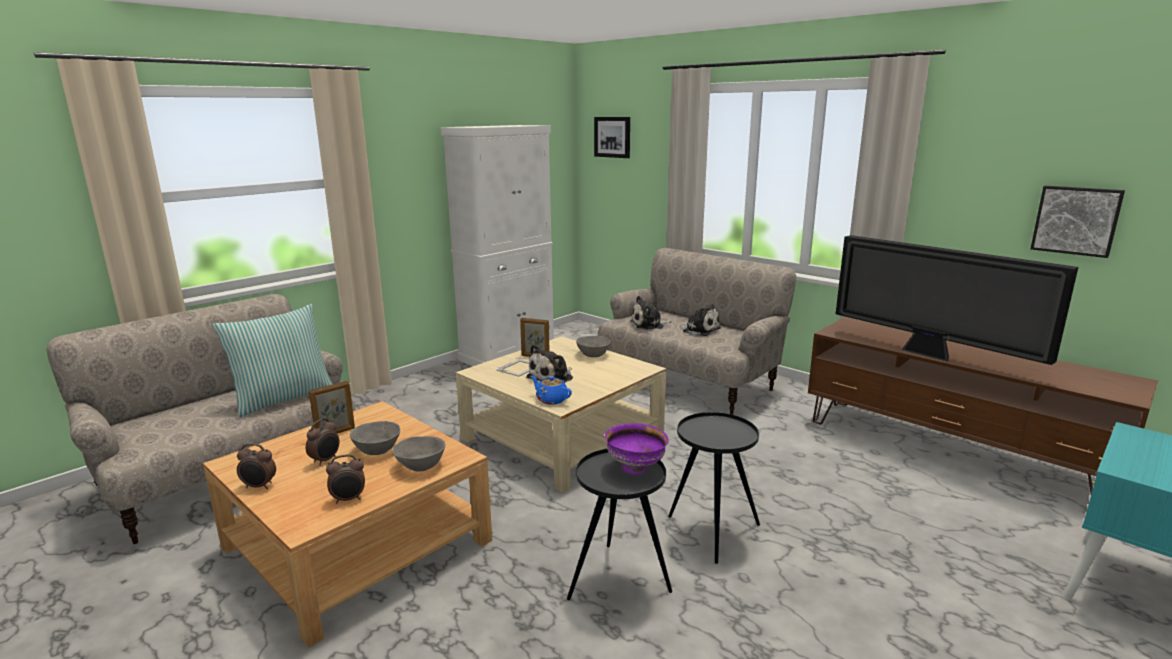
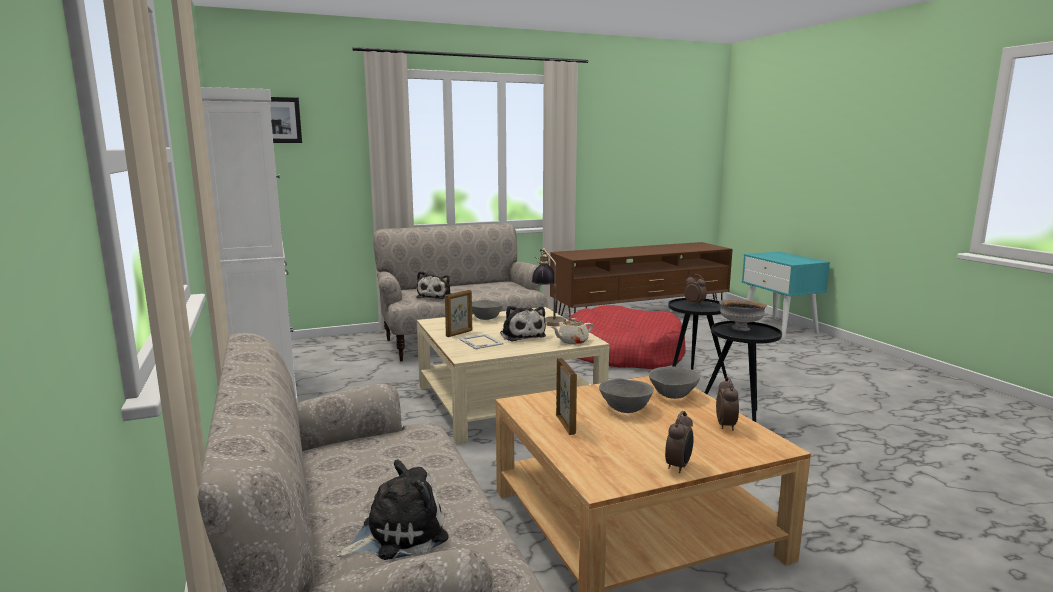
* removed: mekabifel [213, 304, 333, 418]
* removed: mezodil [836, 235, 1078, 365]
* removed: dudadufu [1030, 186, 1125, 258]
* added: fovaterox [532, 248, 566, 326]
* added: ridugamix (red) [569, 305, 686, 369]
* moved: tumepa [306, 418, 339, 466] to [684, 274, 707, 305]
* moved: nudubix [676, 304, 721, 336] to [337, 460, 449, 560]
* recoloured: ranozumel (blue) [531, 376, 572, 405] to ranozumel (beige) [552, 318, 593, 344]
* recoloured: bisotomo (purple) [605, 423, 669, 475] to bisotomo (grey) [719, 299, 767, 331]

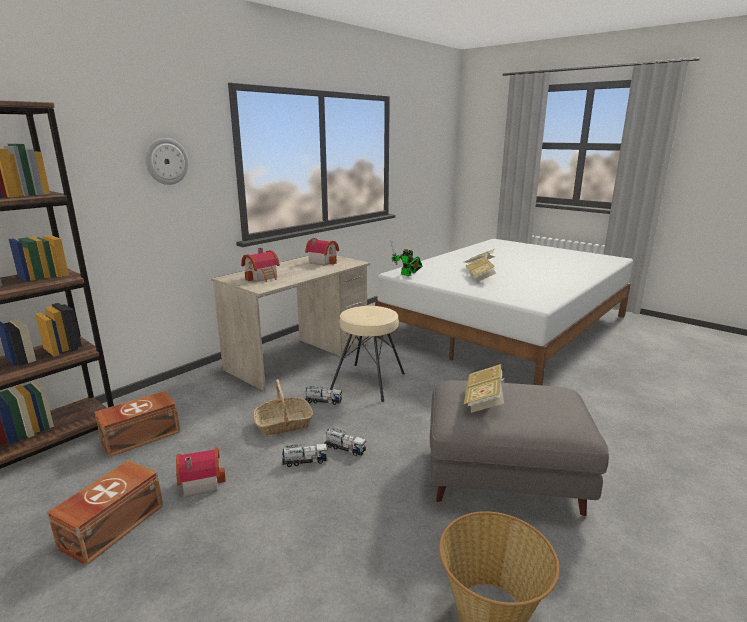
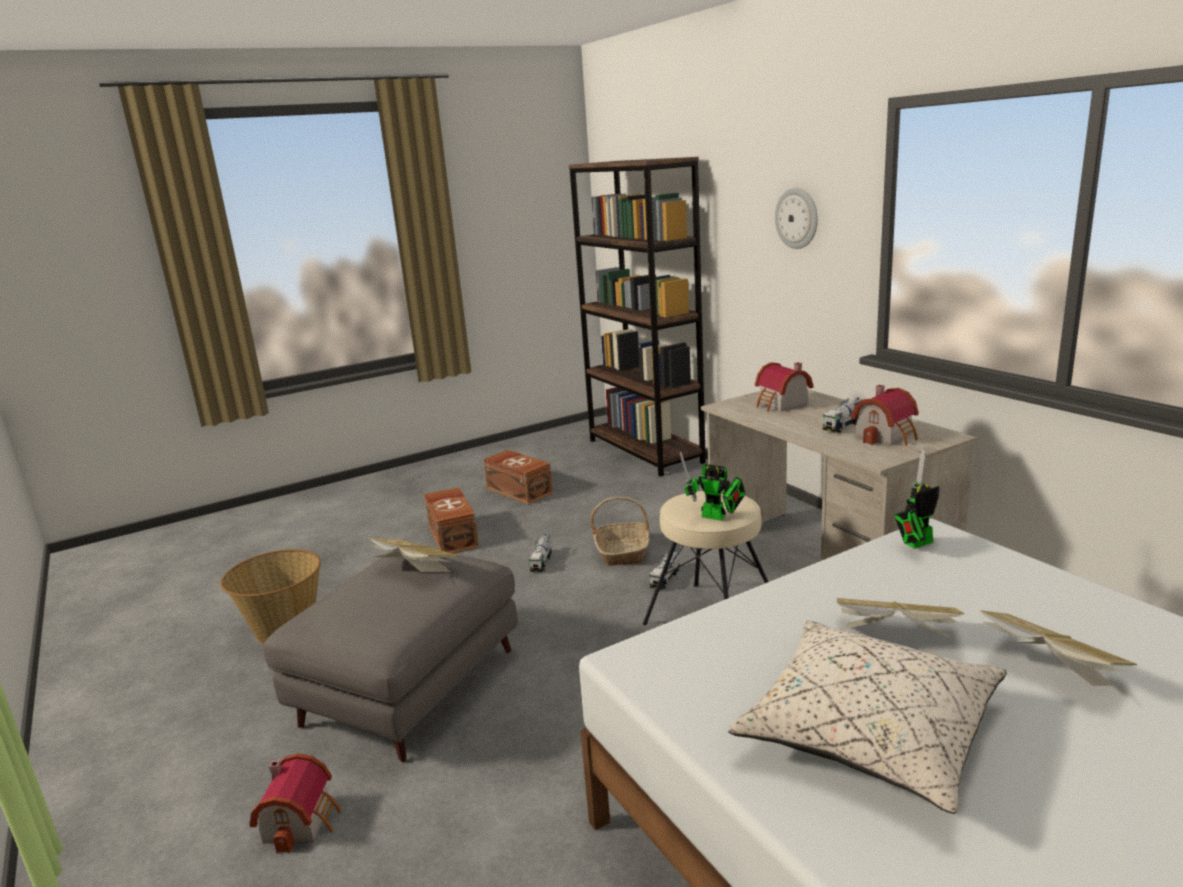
* added: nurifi [680, 452, 746, 521]
* added: mekabifel (beige) [728, 620, 1007, 814]
* moved: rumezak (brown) [95, 391, 180, 457] to [424, 487, 479, 554]
* moved: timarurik [176, 447, 226, 497] to [249, 753, 342, 854]
* moved: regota [324, 427, 366, 456] to [823, 398, 862, 433]

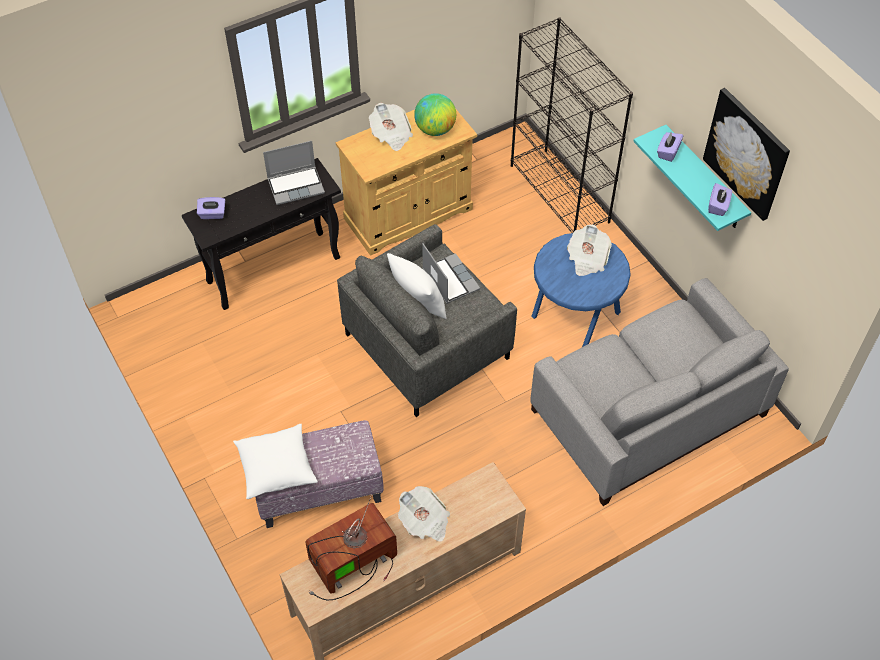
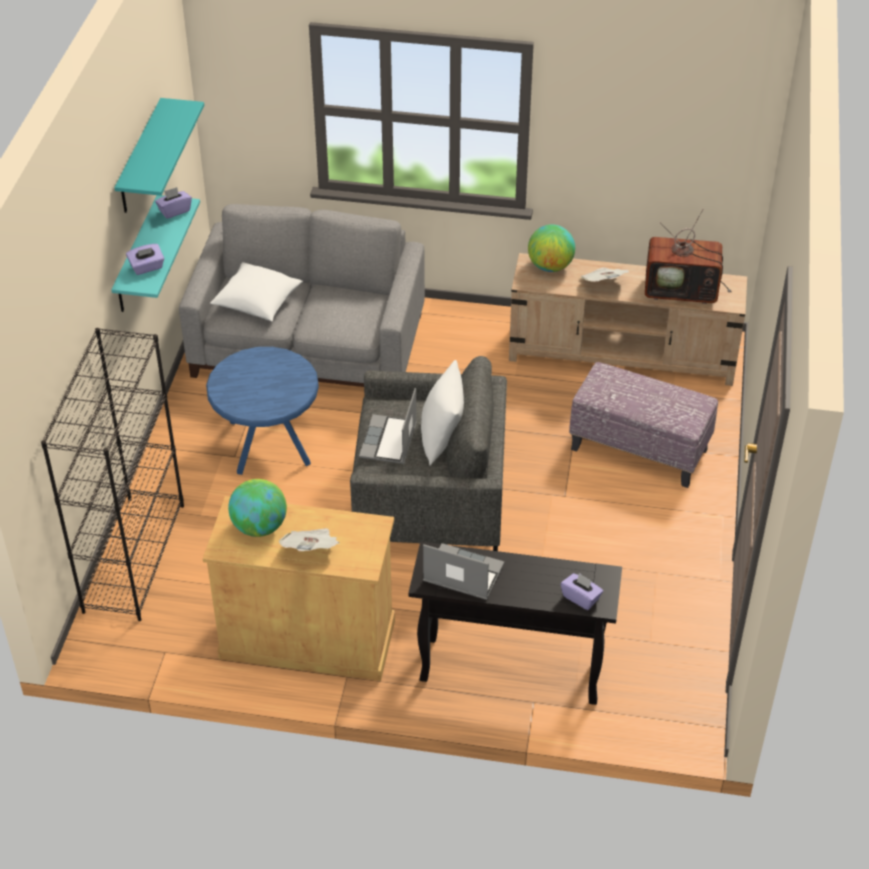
* removed: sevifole [567, 224, 612, 276]
* added: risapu [528, 224, 575, 272]
* moved: mekabifel (white) [233, 424, 318, 499] to [210, 262, 303, 322]
* replaced: dudadufu [703, 88, 790, 221] to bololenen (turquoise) [114, 98, 204, 213]

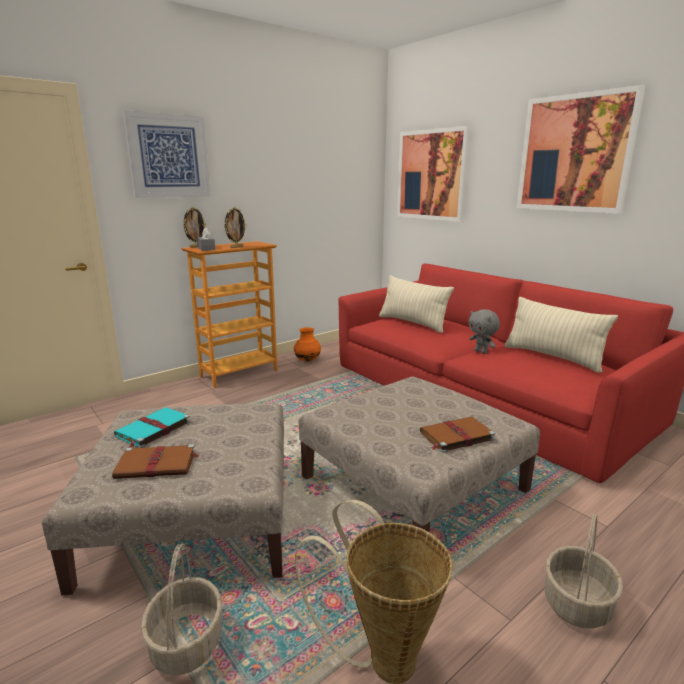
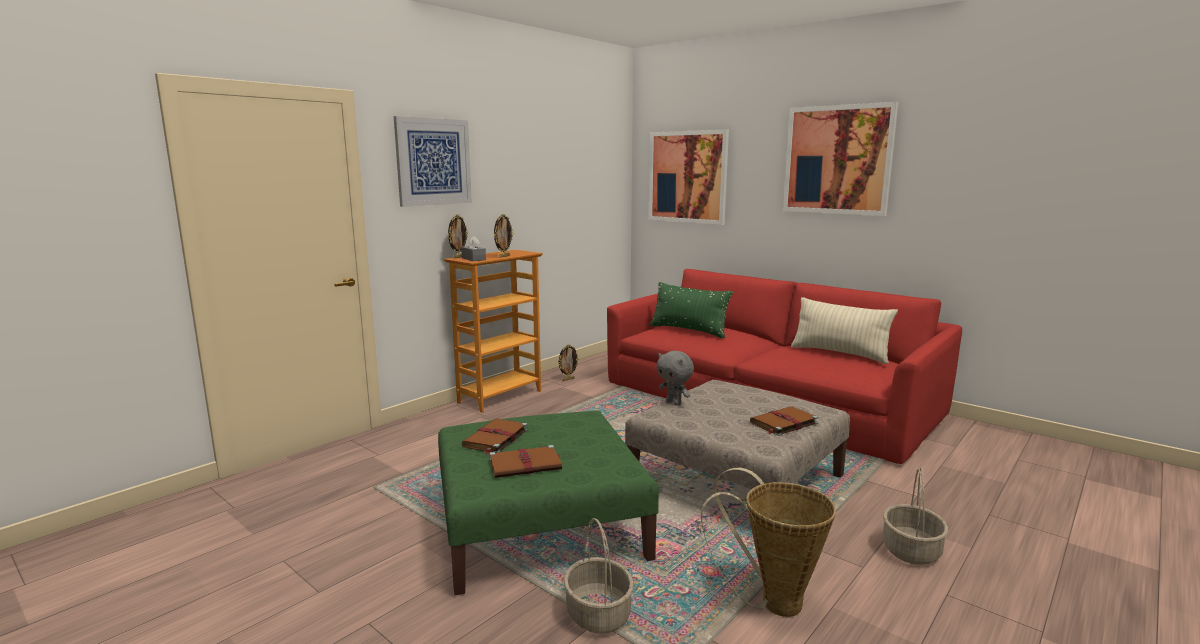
* moved: nudubix (grey) [468, 309, 500, 354] to [656, 351, 694, 406]
* replaced: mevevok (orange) [294, 327, 321, 362] to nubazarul [558, 344, 579, 381]
* recoloured: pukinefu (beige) [42, 403, 284, 595] to pukinefu (green) [438, 410, 659, 595]
* recoloured: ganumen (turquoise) [114, 407, 190, 448] to ganumen (brown) [462, 419, 528, 455]
* recoloured: mekabifel (beige) [379, 275, 454, 333] to mekabifel (green) [650, 282, 733, 338]

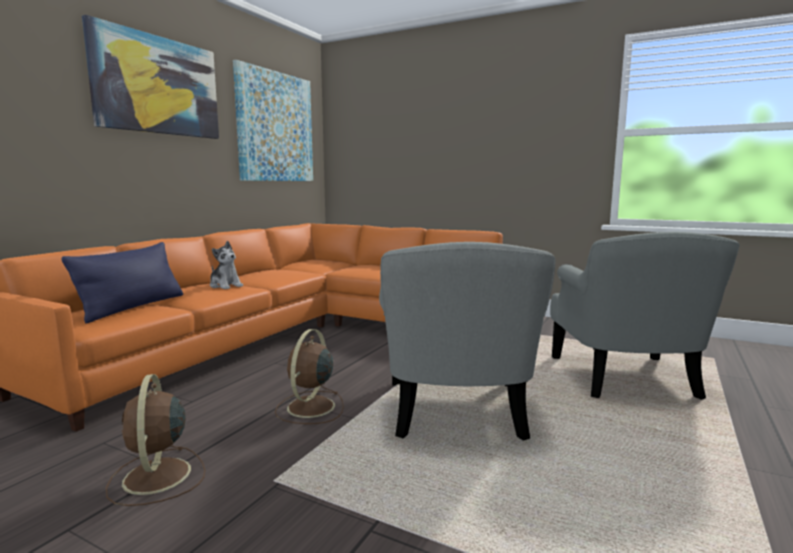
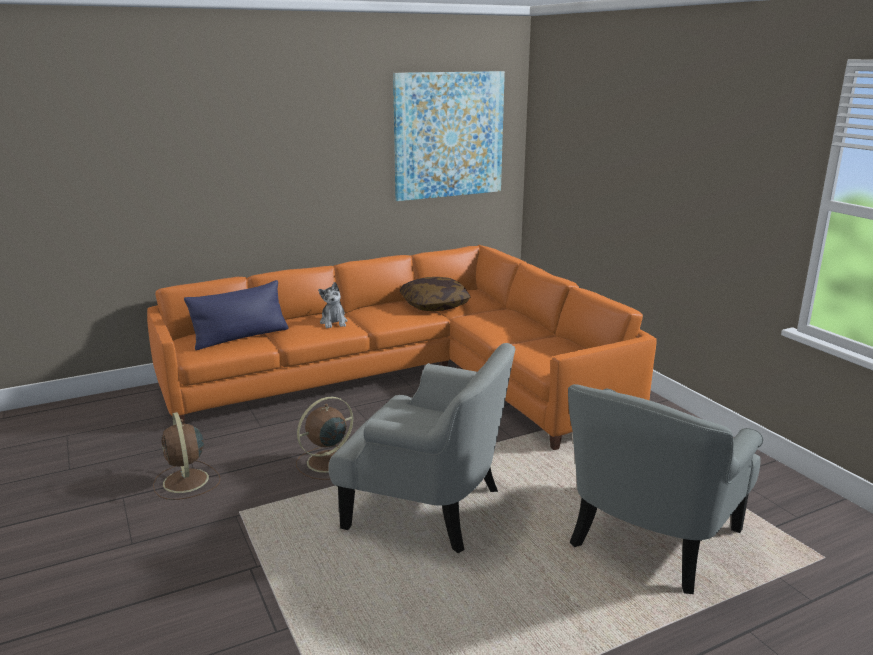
* removed: dudadufu [82, 15, 219, 139]
* added: mekabifel [400, 277, 470, 311]
* turned: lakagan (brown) [106, 374, 205, 506] = [153, 412, 221, 500] 45 degrees counterclockwise
* turned: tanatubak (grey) [379, 242, 556, 441] = [328, 343, 515, 553] 105 degrees counterclockwise

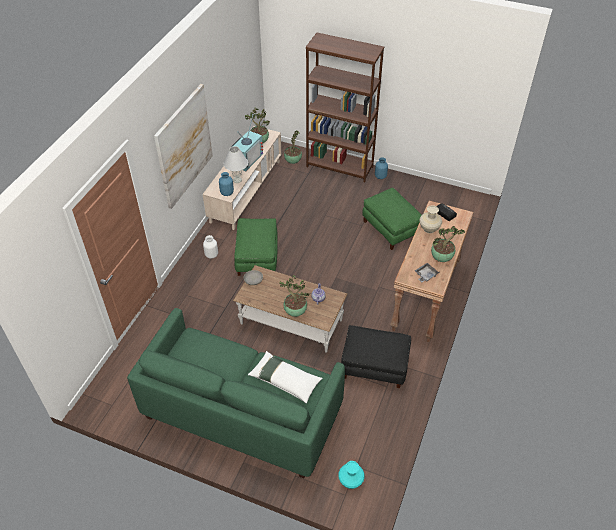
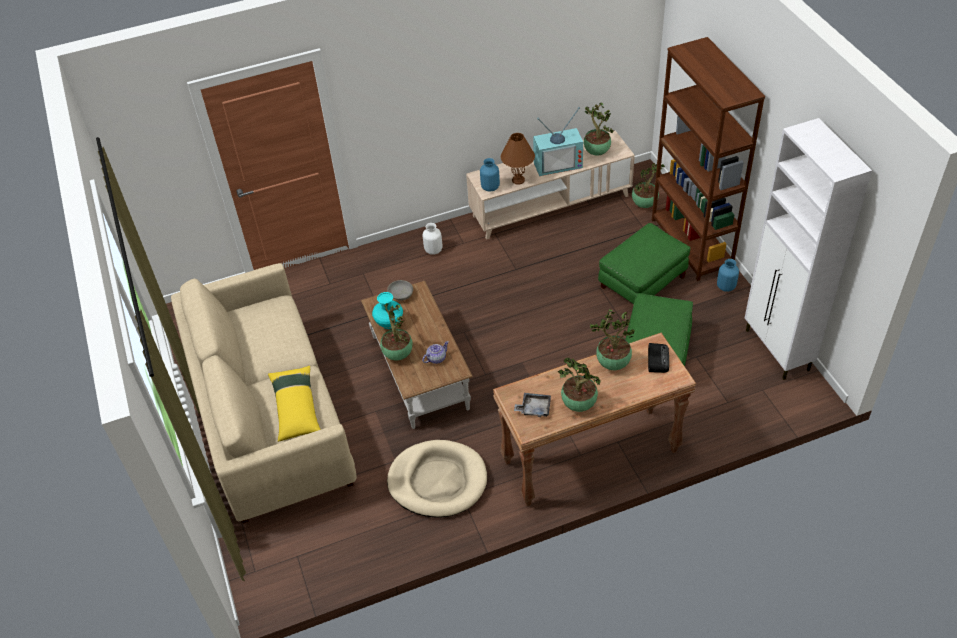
* removed: dudadufu [154, 84, 213, 209]
* added: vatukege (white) [745, 118, 872, 380]
* moved: pukinefu (green) [234, 218, 278, 276] to [598, 223, 691, 304]
* moved: mevevok (turquoise) [338, 461, 365, 489] to [372, 292, 403, 329]
* replaced: pukinefu (black) [341, 325, 411, 388] to ridugamix (beige) [387, 440, 487, 517]
* replaced: mevevok (beige) [419, 205, 442, 233] to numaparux [590, 309, 635, 370]
* recoloured: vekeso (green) [127, 308, 345, 479] to vekeso (beige) [171, 263, 357, 524]
* recoloured: fovaterox (white) [224, 146, 248, 183] to fovaterox (brown) [501, 133, 535, 185]
* recoloured: mekabifel (white) [248, 351, 323, 404] to mekabifel (yellow) [268, 366, 321, 442]

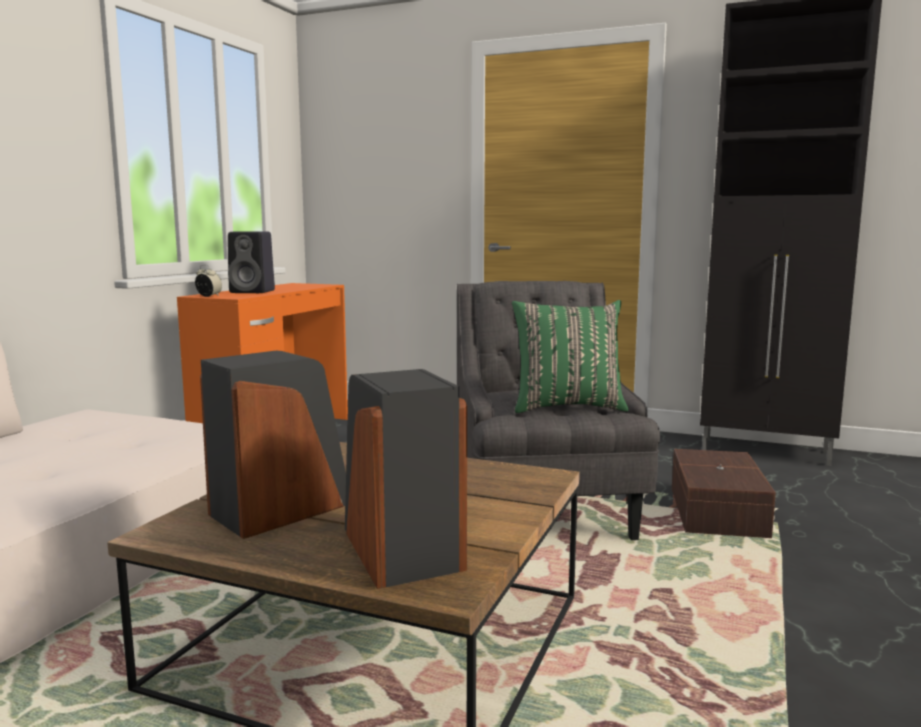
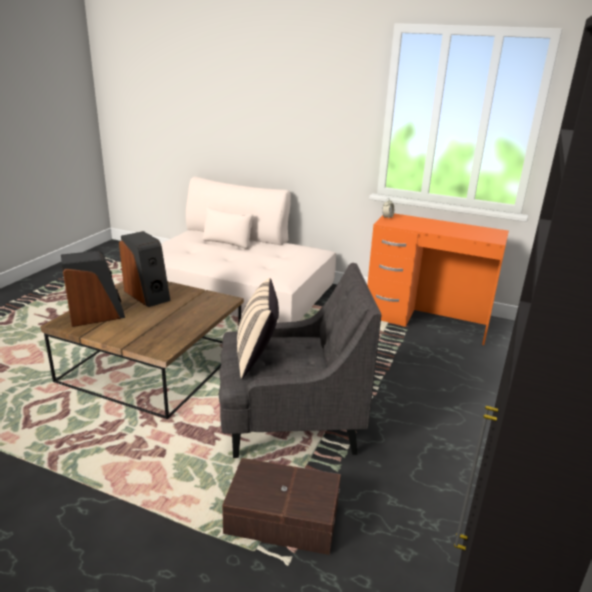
* removed: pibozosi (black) [228, 231, 275, 293]
* recoloured: mekabifel (green) [512, 300, 629, 413] to mekabifel (beige) [237, 278, 279, 379]

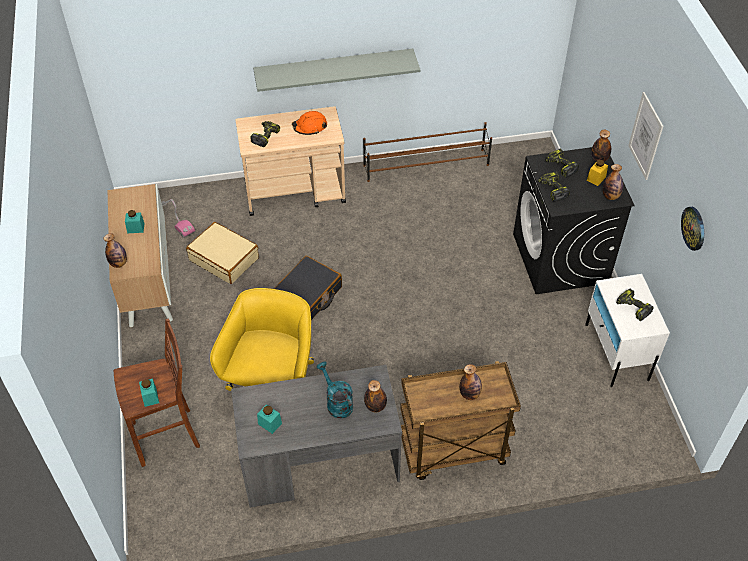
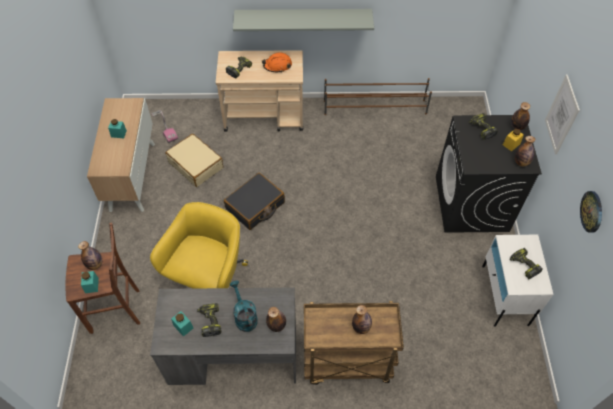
* moved: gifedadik [104, 233, 127, 268] to [78, 241, 102, 270]
* moved: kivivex [538, 172, 570, 202] to [197, 303, 222, 337]

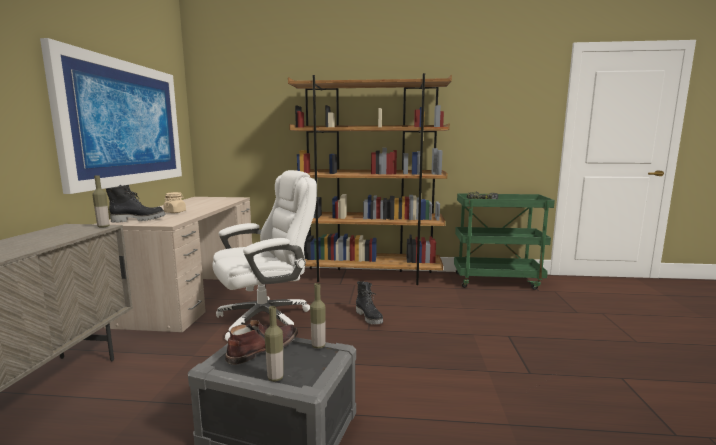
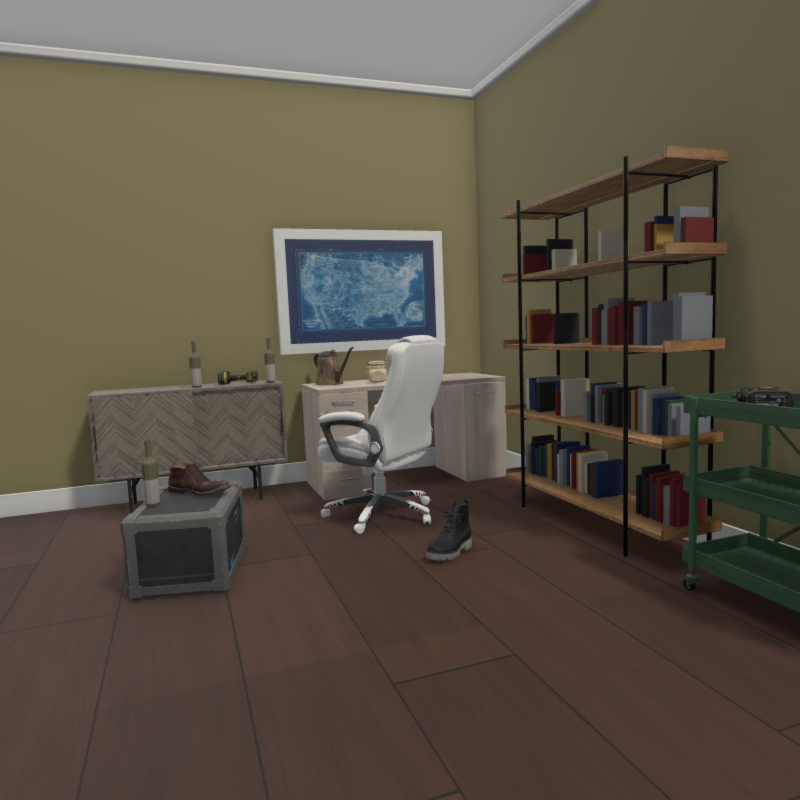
* added: kivivex [218, 371, 258, 385]
* moved: gifedadik [310, 283, 326, 349] to [189, 341, 202, 388]
* replaced: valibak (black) [106, 185, 166, 223] to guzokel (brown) [314, 347, 354, 385]

